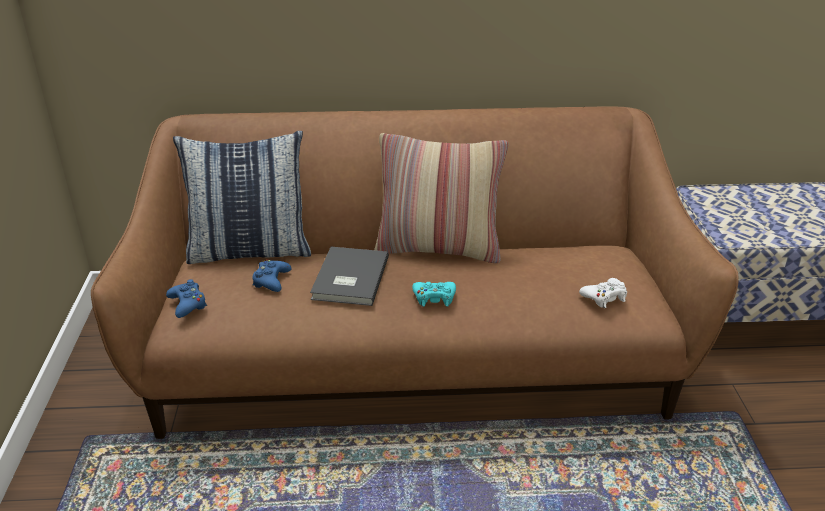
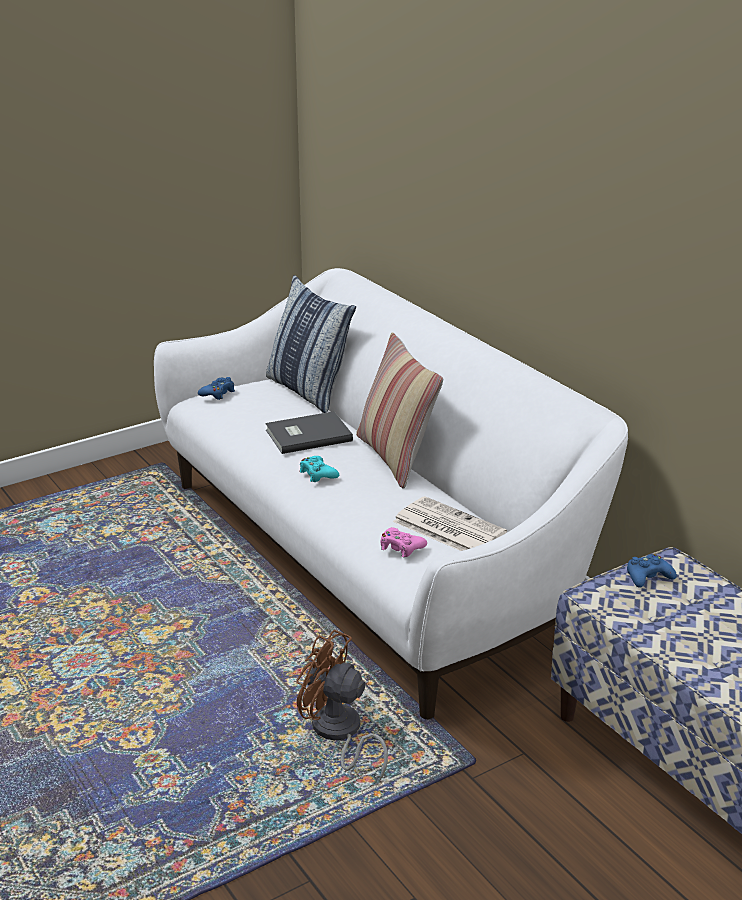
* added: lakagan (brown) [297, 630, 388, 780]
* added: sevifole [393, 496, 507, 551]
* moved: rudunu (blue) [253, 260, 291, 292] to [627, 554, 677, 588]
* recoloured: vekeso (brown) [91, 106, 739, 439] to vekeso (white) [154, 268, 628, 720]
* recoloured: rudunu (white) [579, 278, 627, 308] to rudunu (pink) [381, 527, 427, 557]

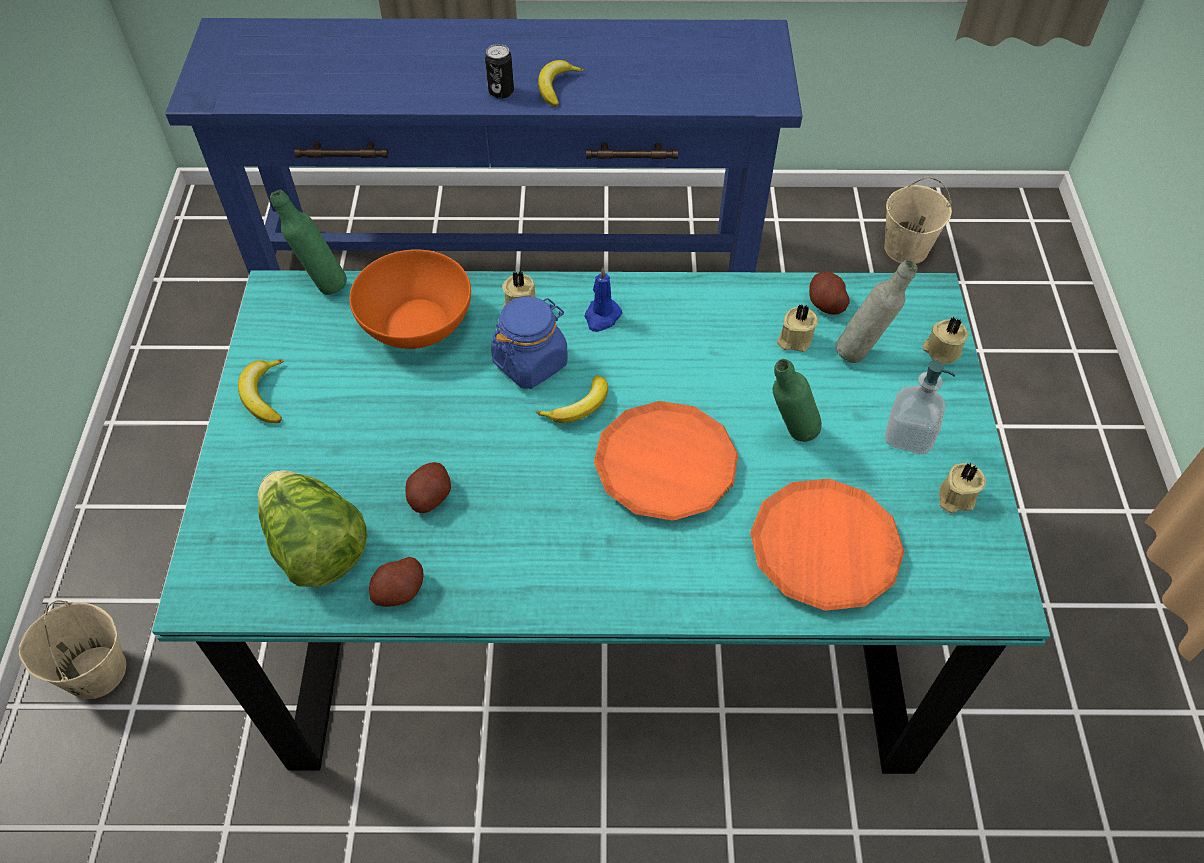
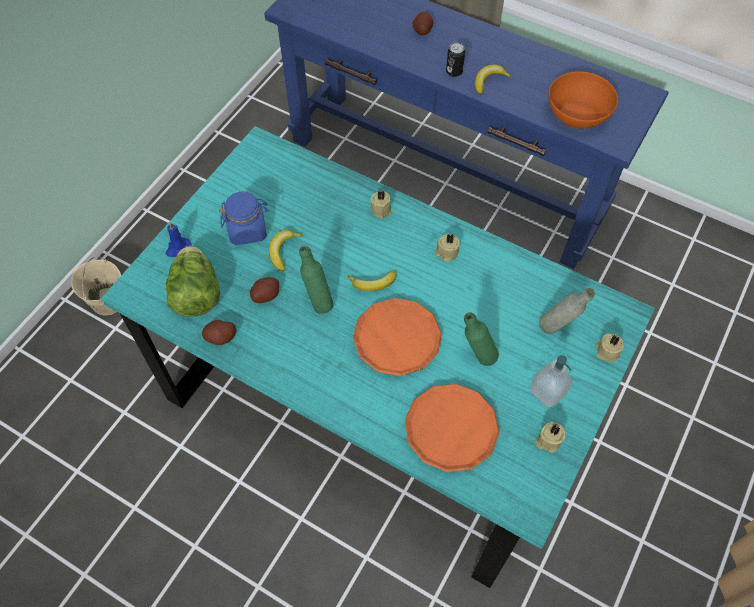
* removed: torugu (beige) [884, 177, 952, 264]
* moved: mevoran [238, 359, 283, 423] to [269, 230, 303, 271]
* moved: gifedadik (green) [270, 190, 347, 295] to [299, 246, 333, 314]
* moved: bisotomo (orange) [349, 249, 471, 349] to [548, 71, 618, 129]
* moved: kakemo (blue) [491, 296, 568, 389] to [219, 192, 269, 245]
* moved: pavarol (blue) [584, 267, 622, 332] to [166, 222, 192, 257]
* moved: pavarol (beige) [777, 304, 818, 352] to [435, 234, 460, 262]
* moved: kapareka [809, 272, 849, 314] to [412, 12, 433, 36]

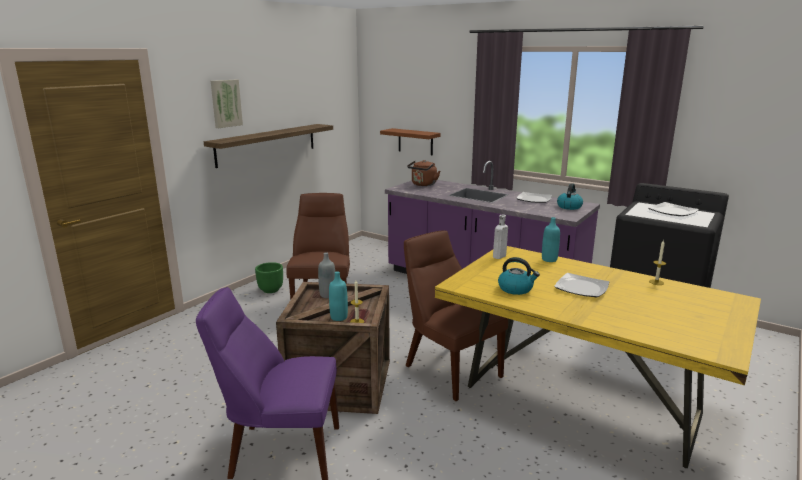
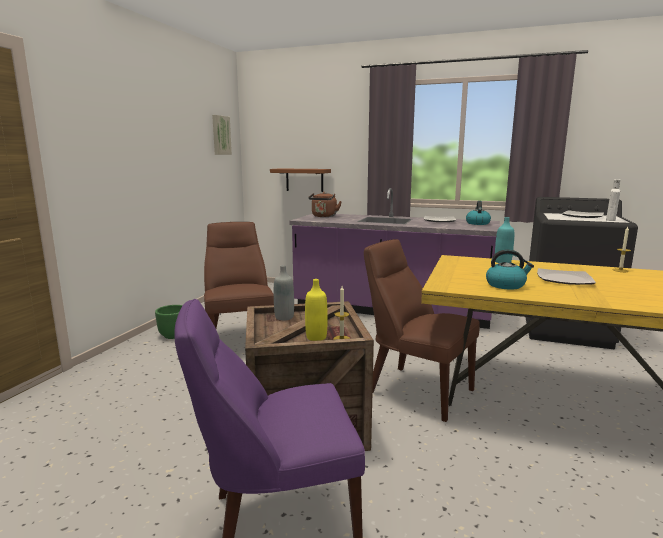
* removed: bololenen [204, 124, 333, 168]
* moved: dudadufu [211, 80, 243, 128] to [212, 115, 232, 155]
* moved: gifedadik (white) [493, 214, 508, 259] to [606, 179, 621, 221]
* recoloured: gifedadik (turquoise) [329, 271, 348, 321] to gifedadik (yellow) [305, 279, 328, 341]

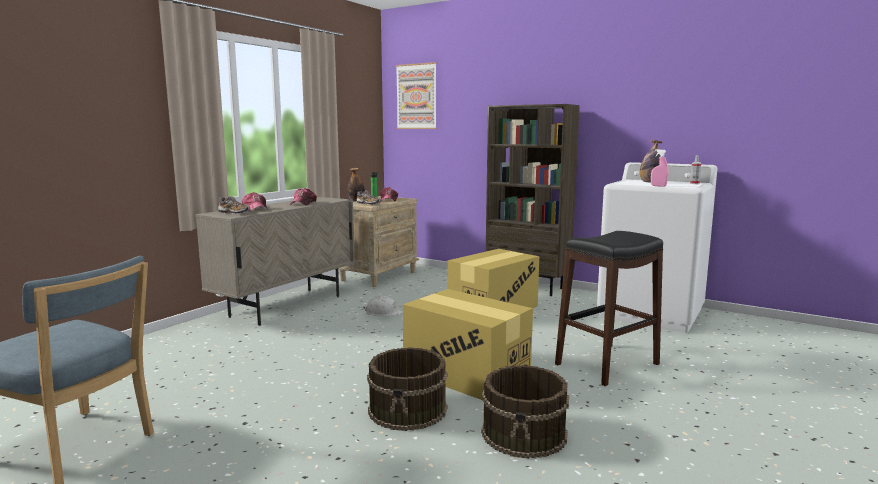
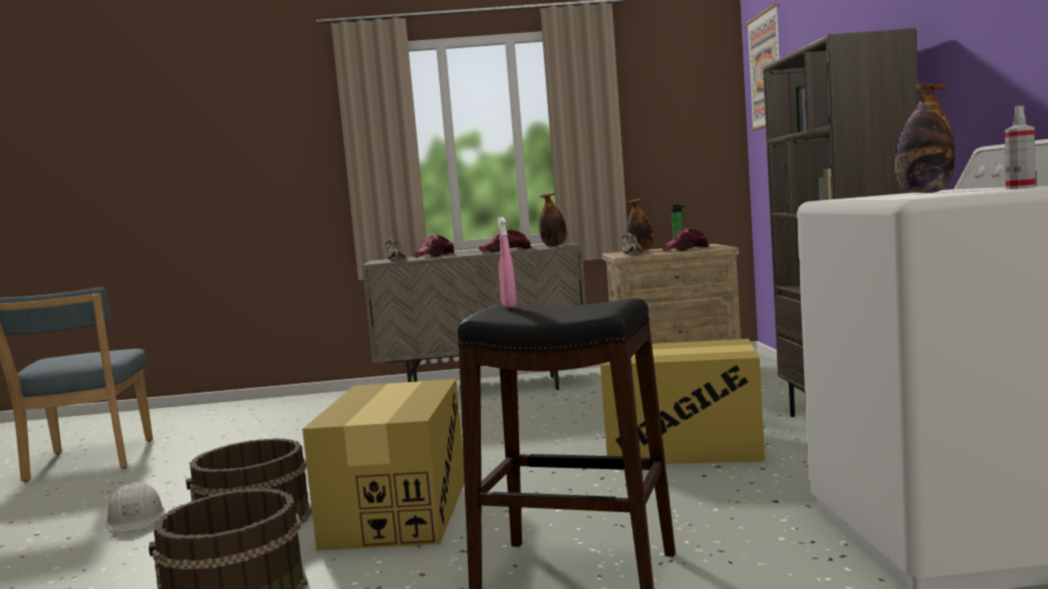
* added: gifedadik [539, 193, 567, 246]
* moved: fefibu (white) [363, 296, 403, 316] to [105, 482, 165, 534]
* moved: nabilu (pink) [651, 149, 668, 187] to [497, 217, 517, 308]

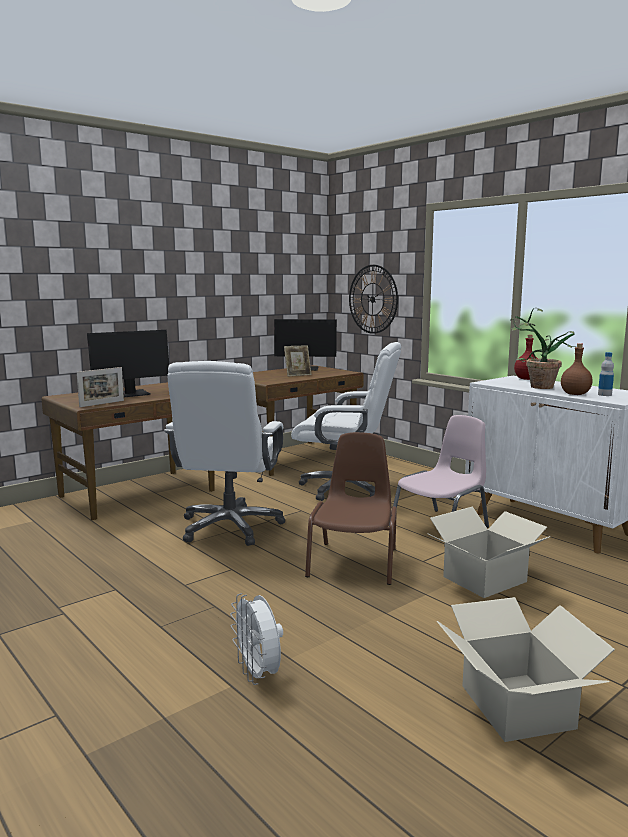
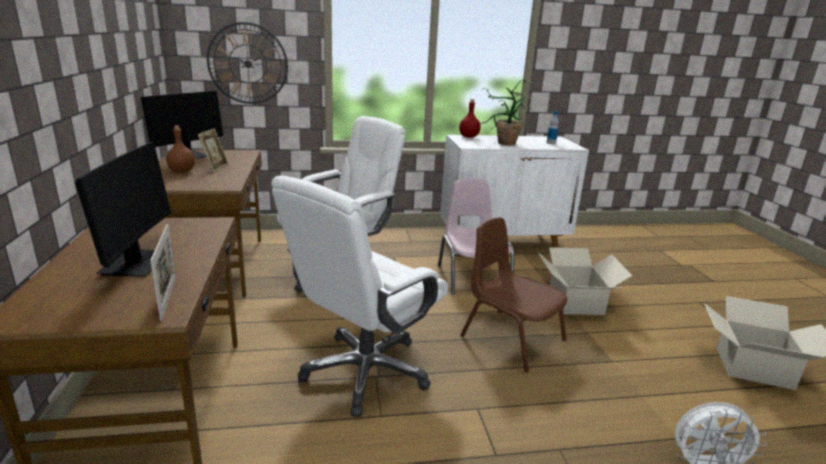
* moved: gifedadik (brown) [561, 343, 592, 395] to [166, 125, 195, 173]
* turned: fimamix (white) [164, 361, 285, 546] = [271, 175, 448, 417] 90 degrees clockwise

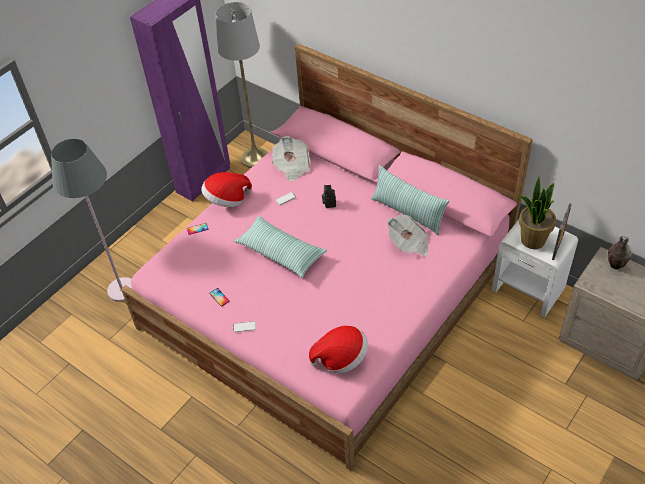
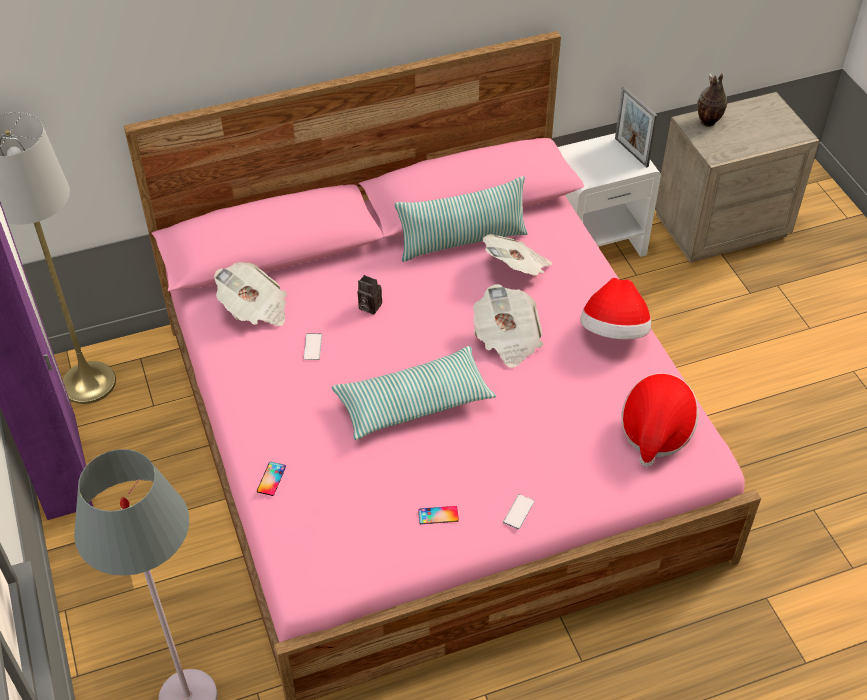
* removed: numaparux [518, 177, 556, 249]
* added: sevifole [473, 284, 543, 368]
* moved: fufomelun [201, 172, 252, 207] to [580, 278, 651, 339]

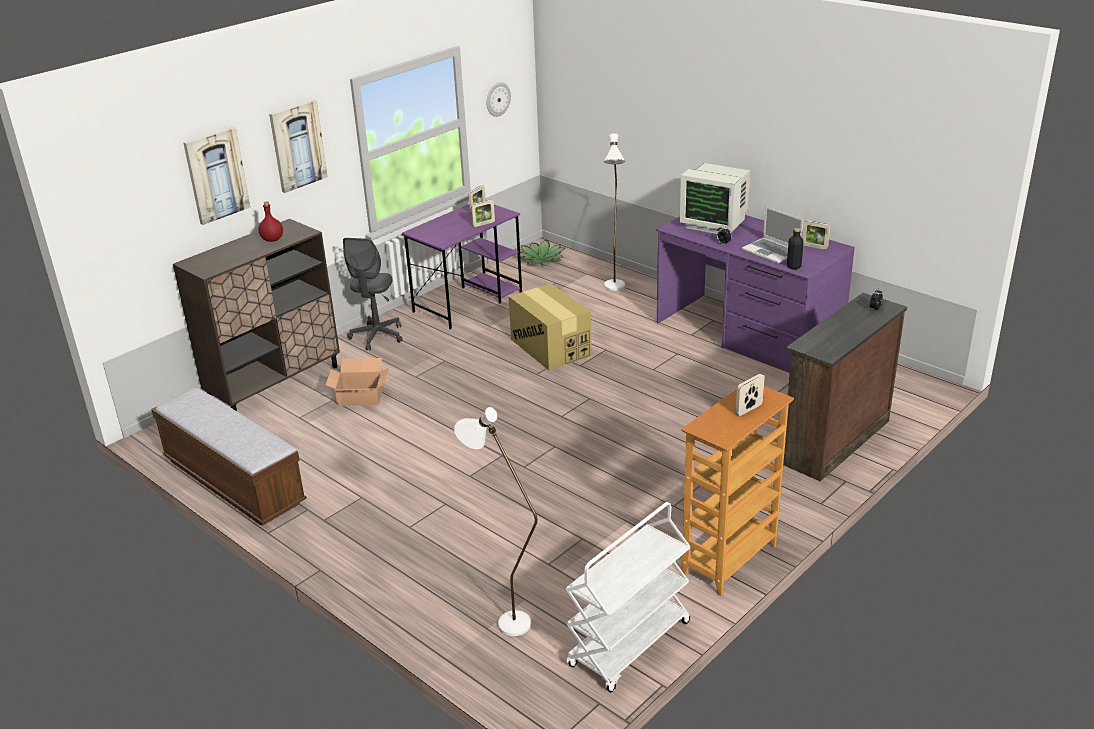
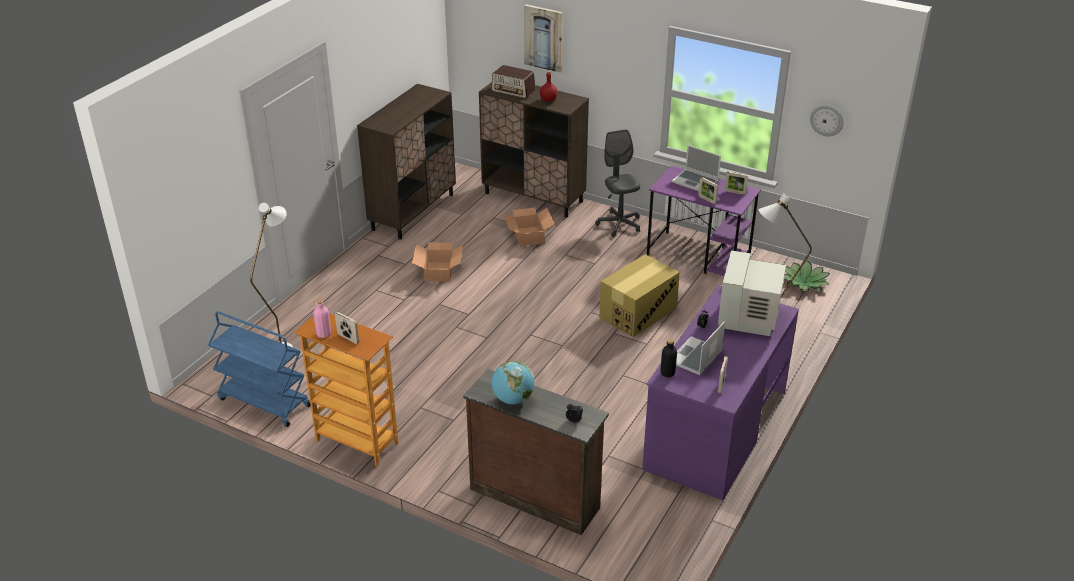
* removed: dudadufu [269, 100, 328, 193]
* added: gifedadik (pink) [313, 299, 331, 338]
* added: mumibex [412, 242, 463, 282]
* added: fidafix [491, 65, 535, 98]
* added: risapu [491, 361, 534, 404]
* added: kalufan [672, 145, 721, 191]
* replaced: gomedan [151, 388, 306, 526] to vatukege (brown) [357, 84, 456, 240]
* recoloured: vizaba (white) [565, 502, 690, 692] to vizaba (blue) [208, 311, 311, 427]
* turned: fimamix (grey) [343, 238, 403, 350] = [595, 129, 640, 237] 75 degrees clockwise

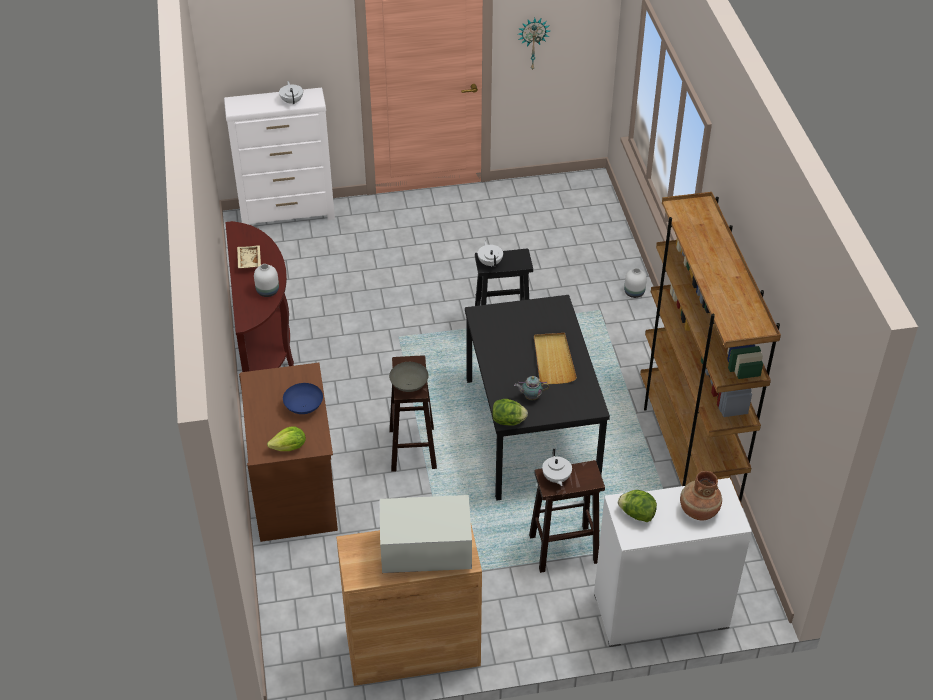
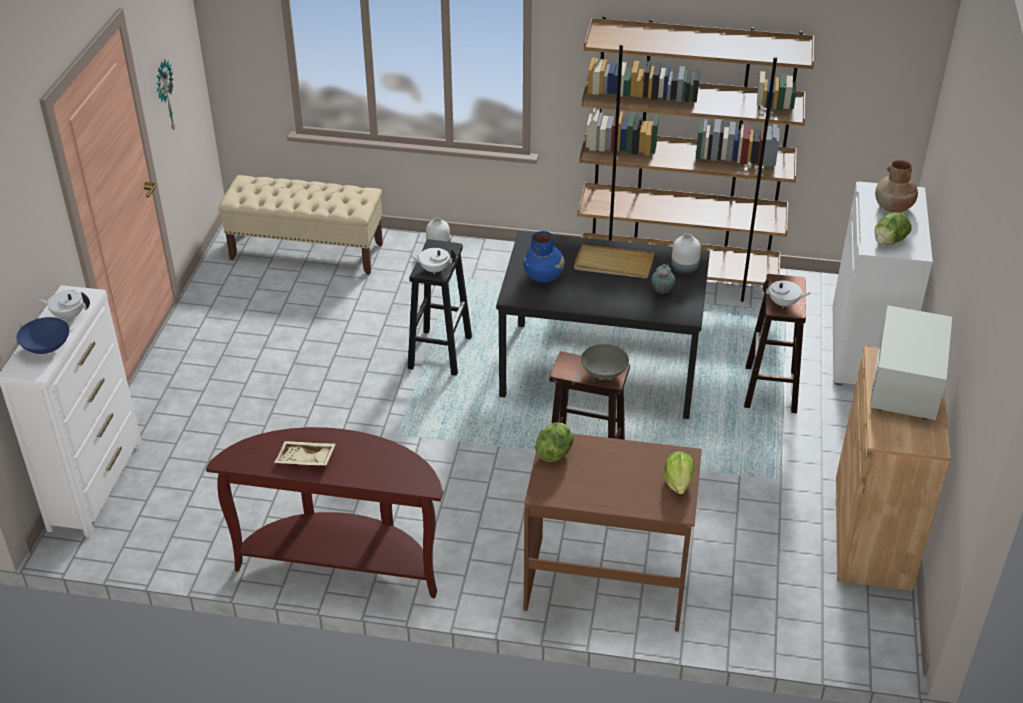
* added: gomedan (beige) [218, 175, 383, 275]
* added: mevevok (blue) [523, 231, 565, 283]
* moved: mevevok (white) [254, 264, 279, 297] to [671, 234, 701, 274]
* moved: bisotomo (blue) [283, 383, 323, 414] to [17, 317, 69, 354]
* moved: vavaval [492, 399, 528, 426] to [535, 422, 574, 462]

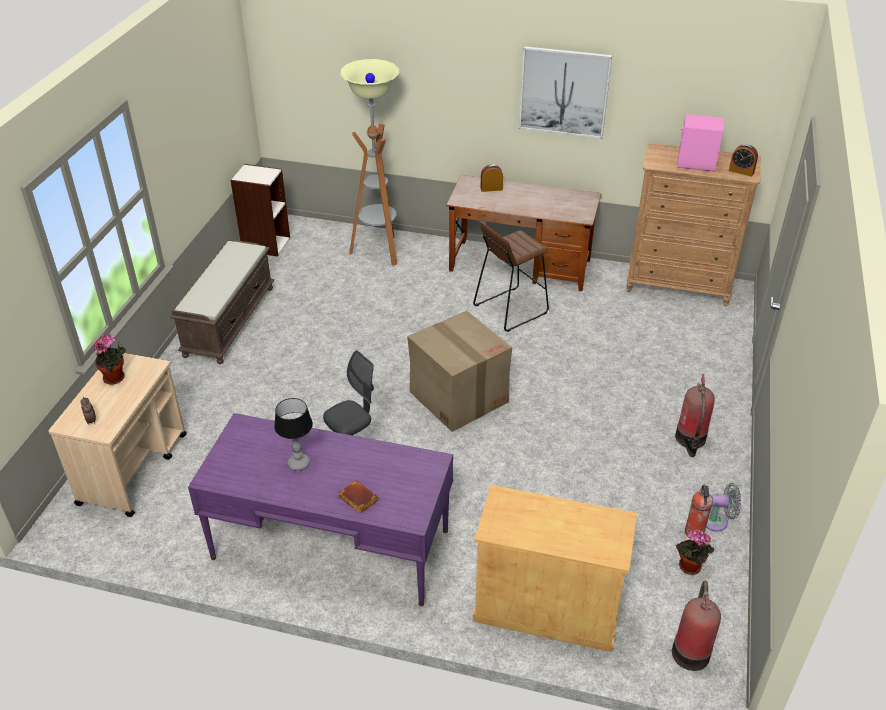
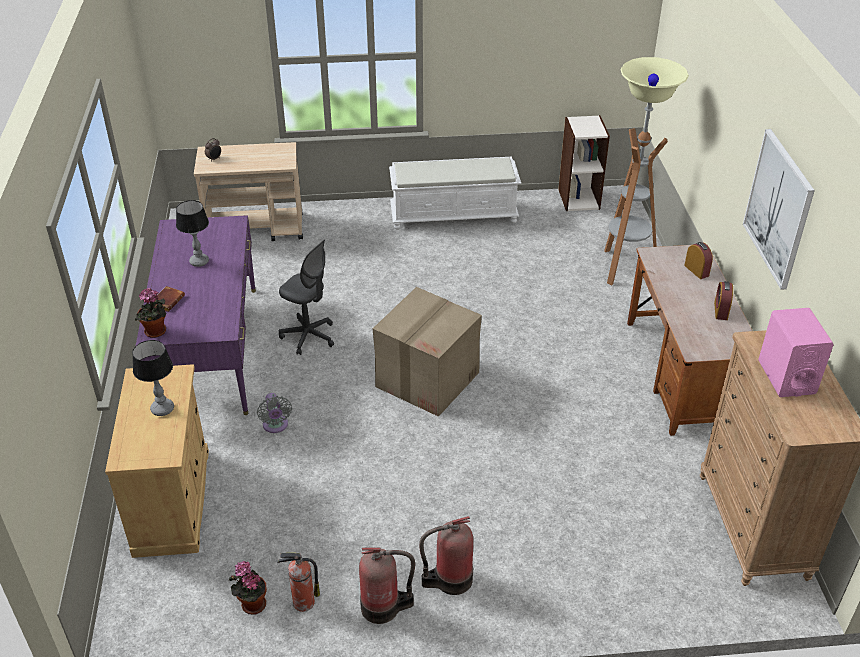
* removed: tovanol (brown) [473, 223, 549, 332]
* added: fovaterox [132, 340, 174, 416]
* moved: numaparux [94, 334, 126, 385] to [135, 288, 166, 338]
* moved: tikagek [672, 581, 721, 671] to [359, 548, 415, 624]
* moved: lakagan (grey) [706, 483, 741, 531] to [257, 393, 292, 433]
* moved: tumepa [729, 144, 758, 177] to [714, 281, 733, 320]
* recoloured: gomedan (brown) [170, 239, 274, 364] to gomedan (white) [389, 157, 521, 230]

